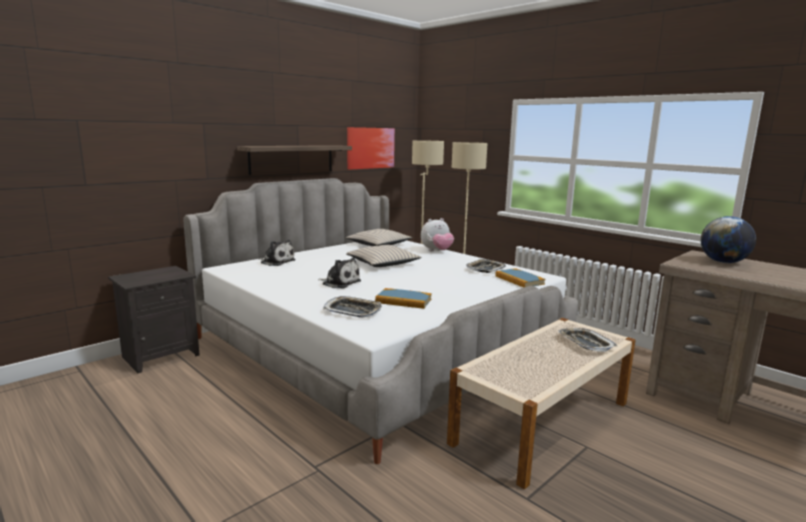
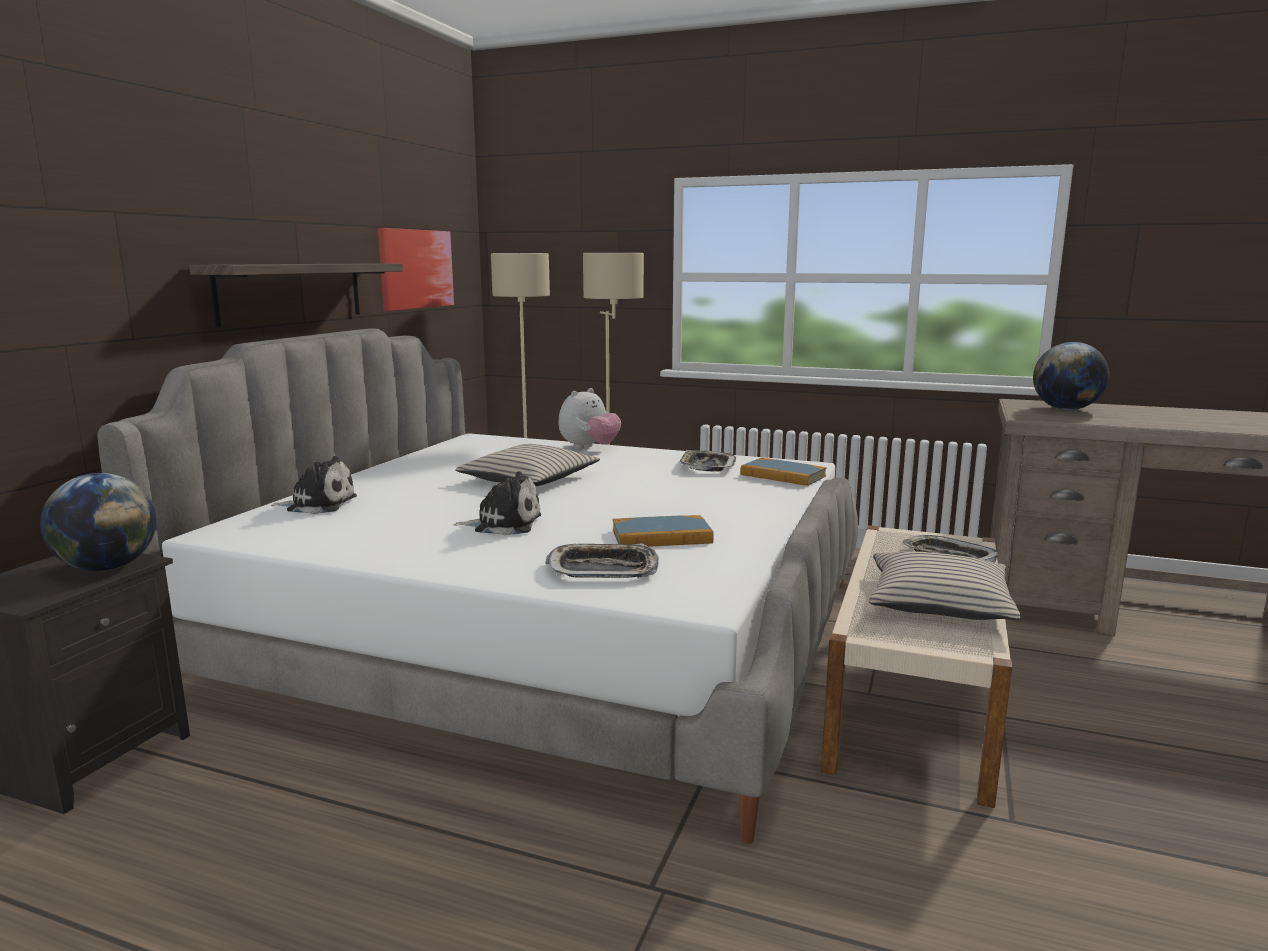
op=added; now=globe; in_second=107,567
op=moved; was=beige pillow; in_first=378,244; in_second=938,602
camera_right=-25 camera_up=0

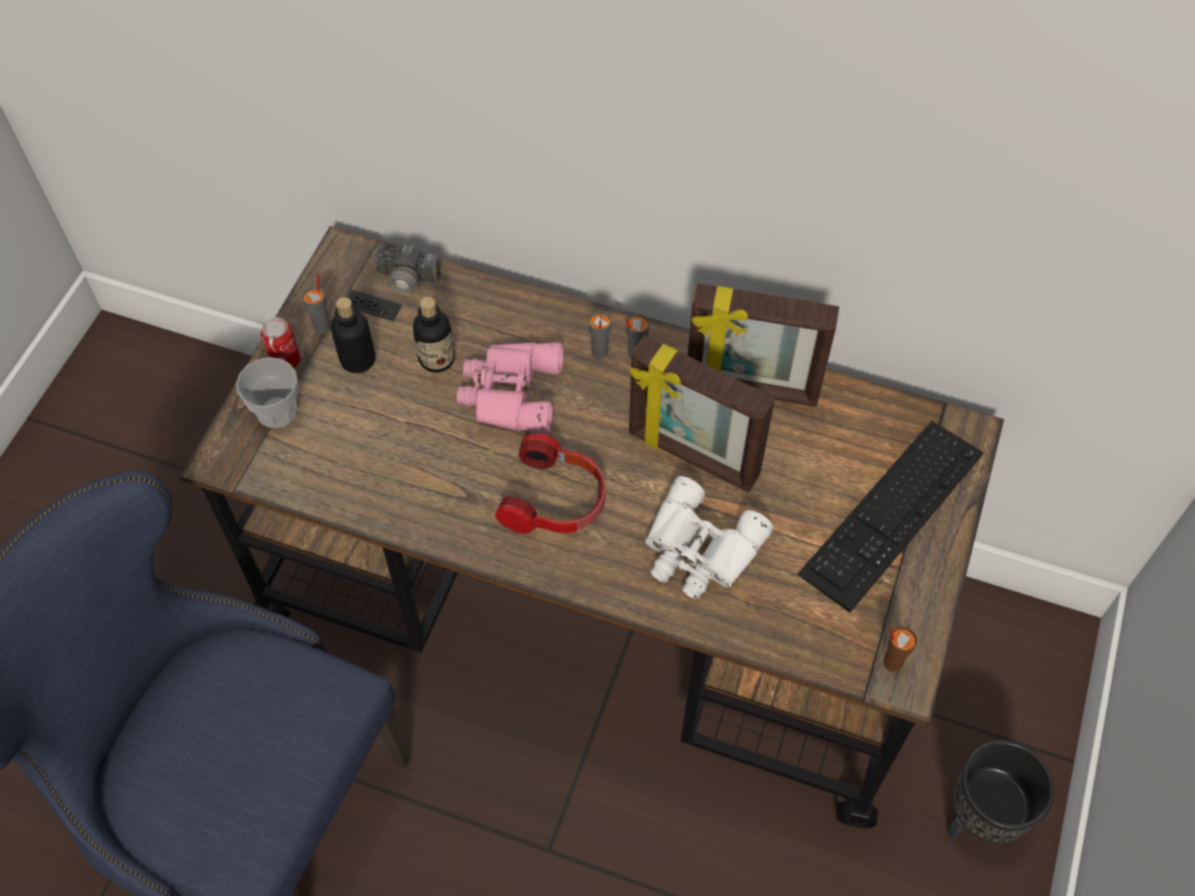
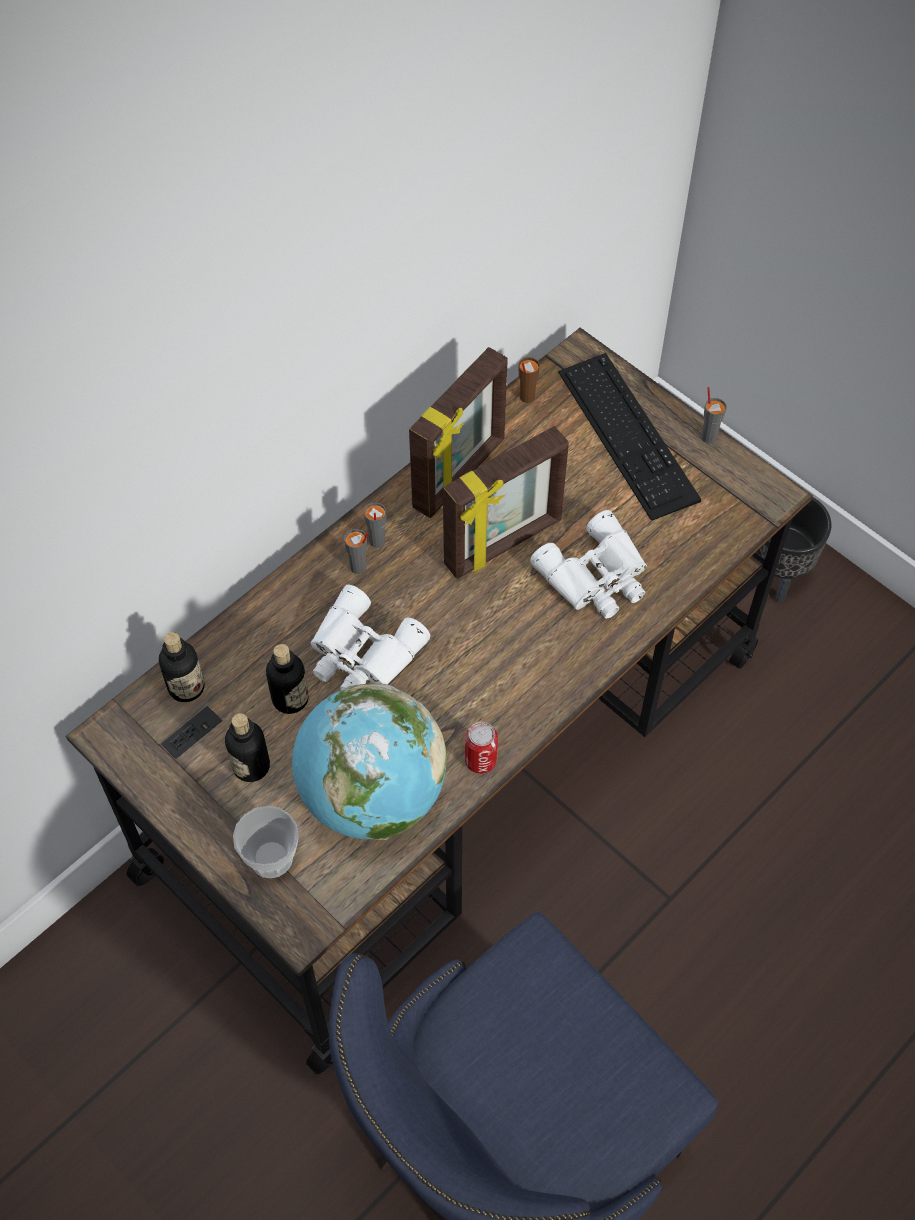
op=replaced; was=photo camera; now=bottle; in_first=412,282; in_second=186,687
op=added; now=globe; in_second=372,795
op=recoloured; was=pink binoculars; now=white binoculars; in_first=508,392; in_second=361,654
op=moved; was=can; in_first=285,361; in_second=480,760
op=moved; was=brown cup; in_first=891,662; in_second=526,397
op=moved; was=grey cup; in_first=323,327; in_second=708,437
op=removed; was=headphones; in_first=556,500
camera_right=-65 camera_up=0

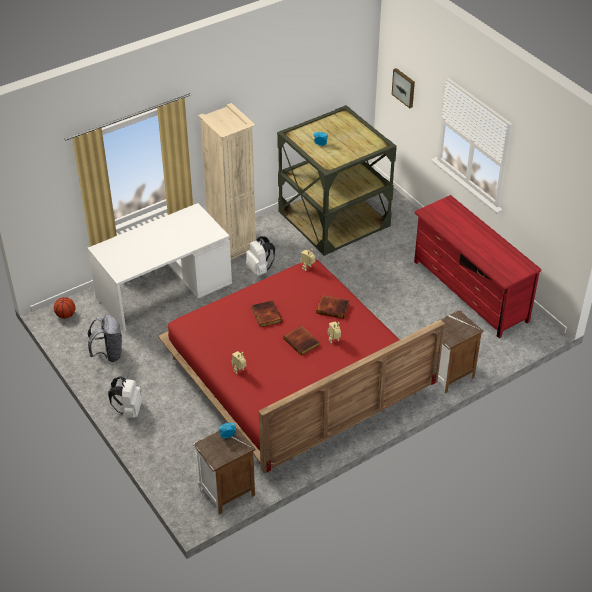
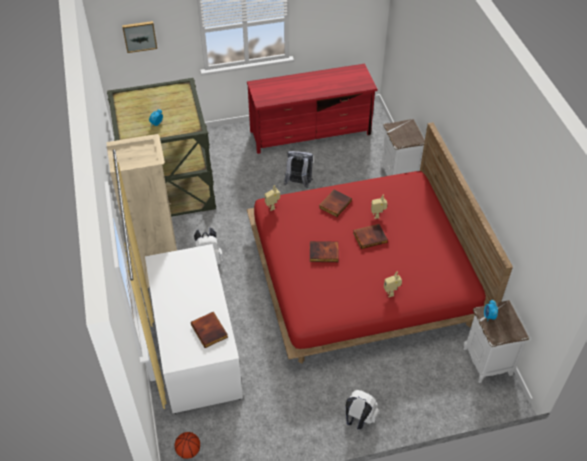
op=added; now=book; in_second=210,331
op=moved; was=grey backpack; in_first=108,354; in_second=298,183
camera_right=-70 camera_up=5

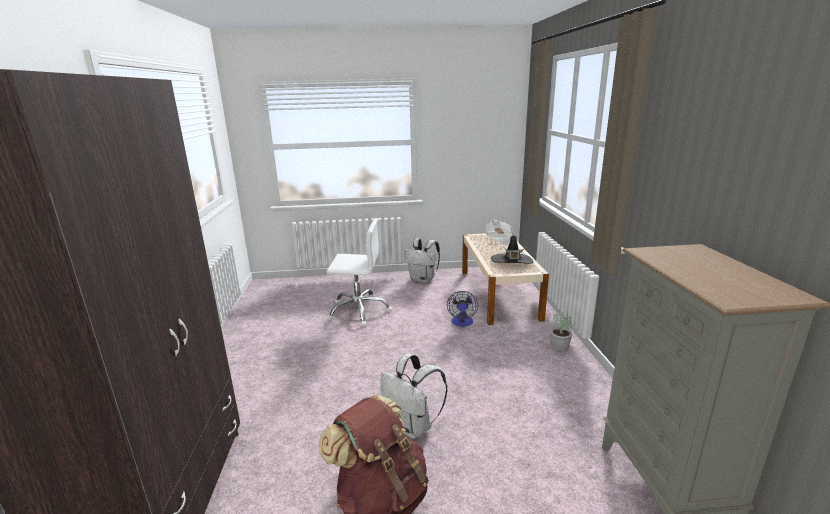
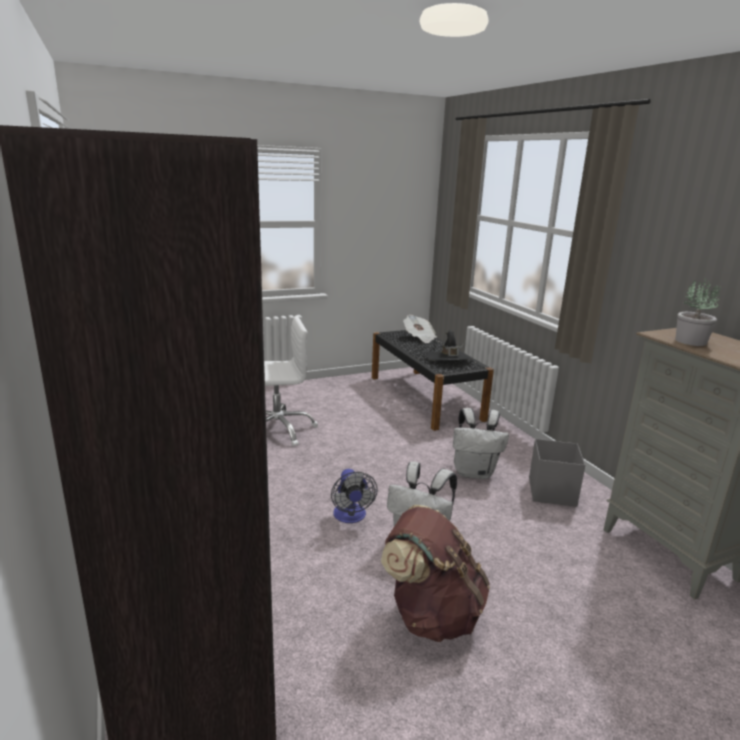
op=moved; was=fan; in_first=462,323; in_second=350,517
op=recoloured; was=beige bench; now=black bench; in_first=499,294; in_second=425,397
op=moved; was=white backpack; in_first=423,279; in_second=474,472
op=added; now=grey storage box; in_second=552,491
op=moved; was=potted plant; in_first=559,345; in_second=690,341
camera_right=-20 camera_up=0

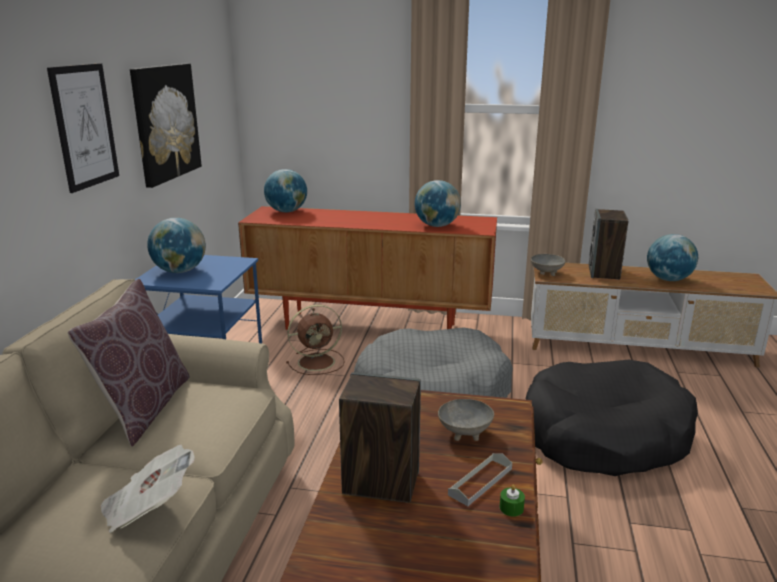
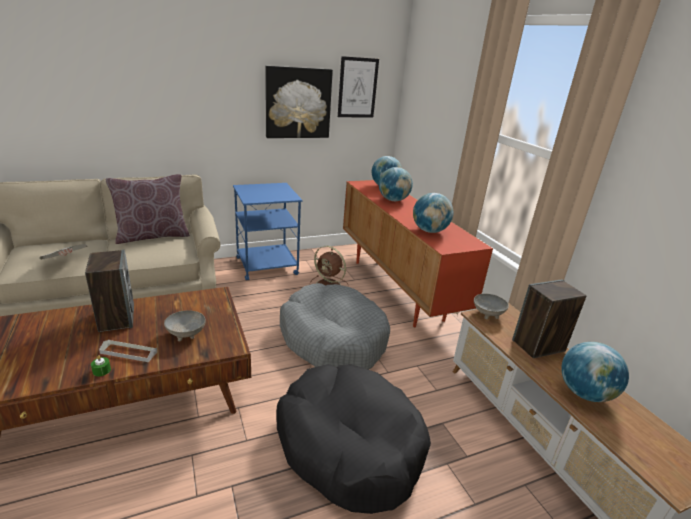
op=moved; was=picture; in_first=85,126; in_second=357,88
op=moved; was=globe; in_first=180,271; in_second=393,200
camera_right=55 camera_up=5

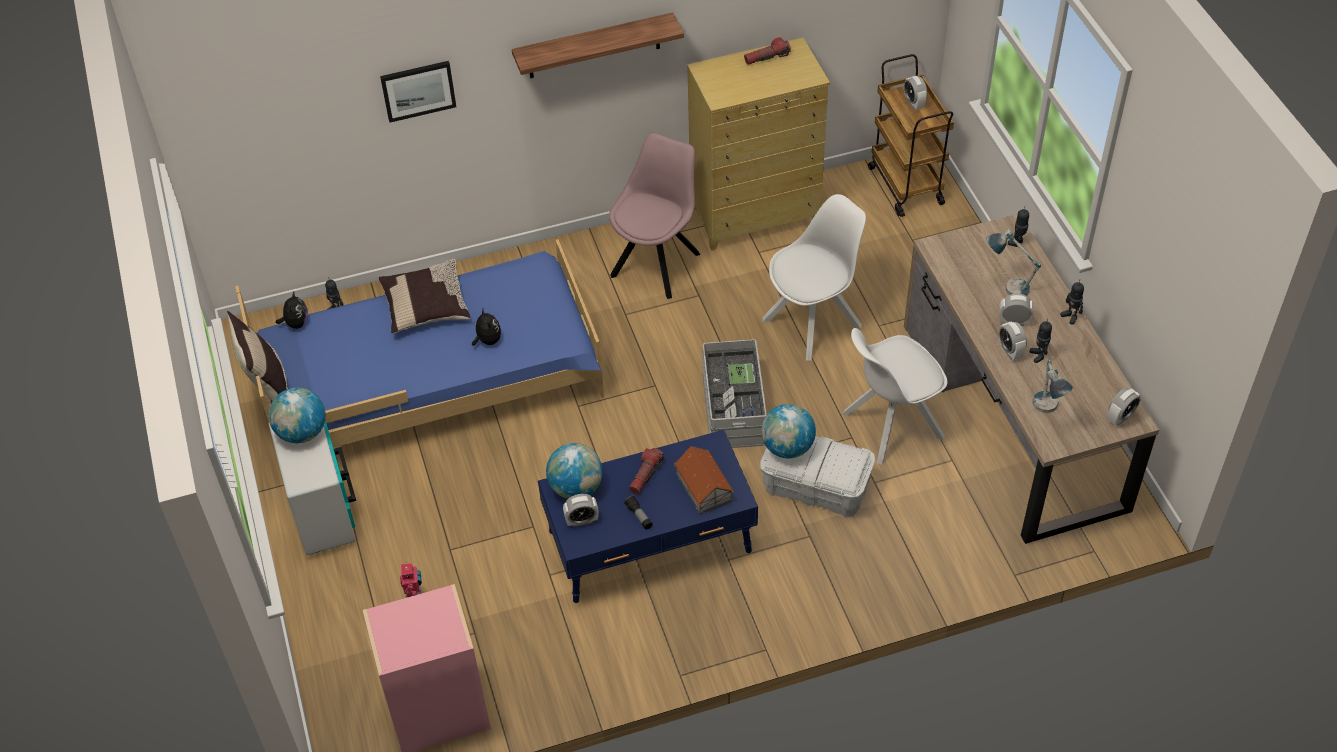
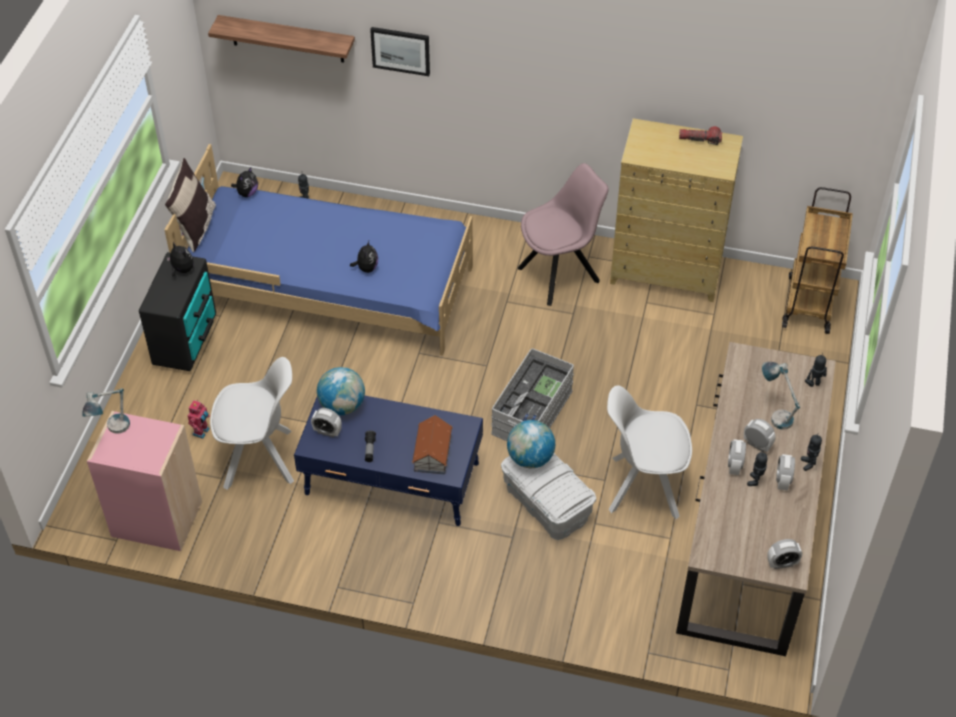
op=moved; was=table lamp; in_first=1047,412; in_second=112,431
op=recoloured; was=white nightstand; now=black nightstand; in_first=324,514; in_second=187,342
op=replaced; was=globe; now=plush toy; in_first=302,432; in_second=182,270
op=moved; was=shelf; in_first=594,46; in_second=287,39
op=moved; was=white chair; in_first=813,322; in_second=260,459
op=moved; was=alarm clock; in_first=914,103; in_second=782,481
op=removed; was=pillow; in_first=426,306
op=removed; was=flashlight; in_first=645,475
camera_right=30 camera_up=0

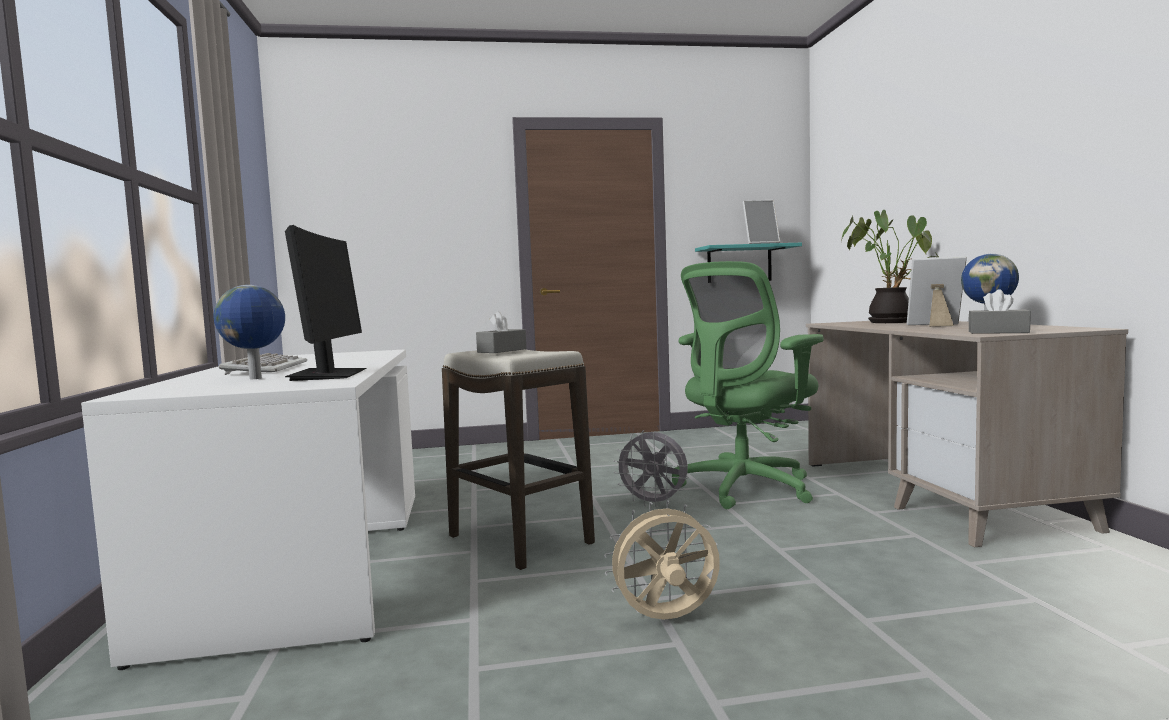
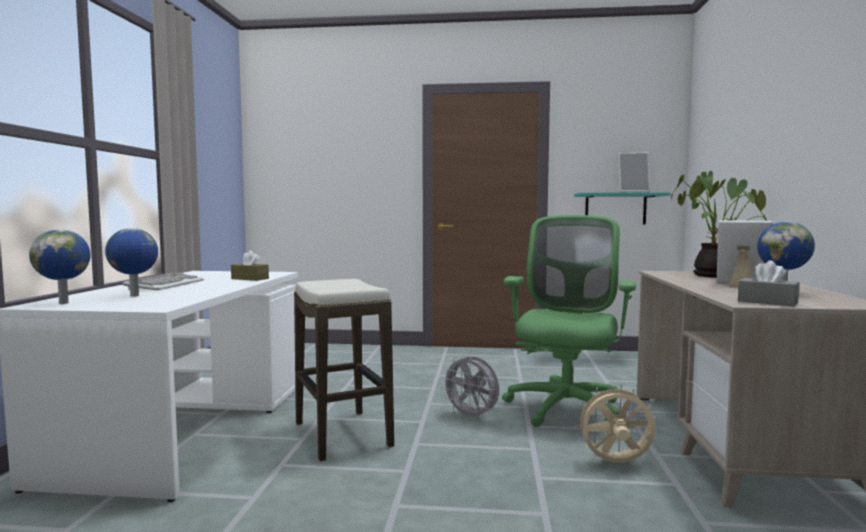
op=added; now=globe; in_second=65,303
op=added; now=brown tissue box; in_second=250,279
op=turned; was=green office chair; in_first=748,485; in_second=565,411; clockwise=135
op=moved; was=beige fan; in_first=667,620; in_second=615,463
op=removed; was=monitor; in_first=328,375
op=removed; was=grey tissue box; in_first=502,350
camera_right=15 camera_up=0

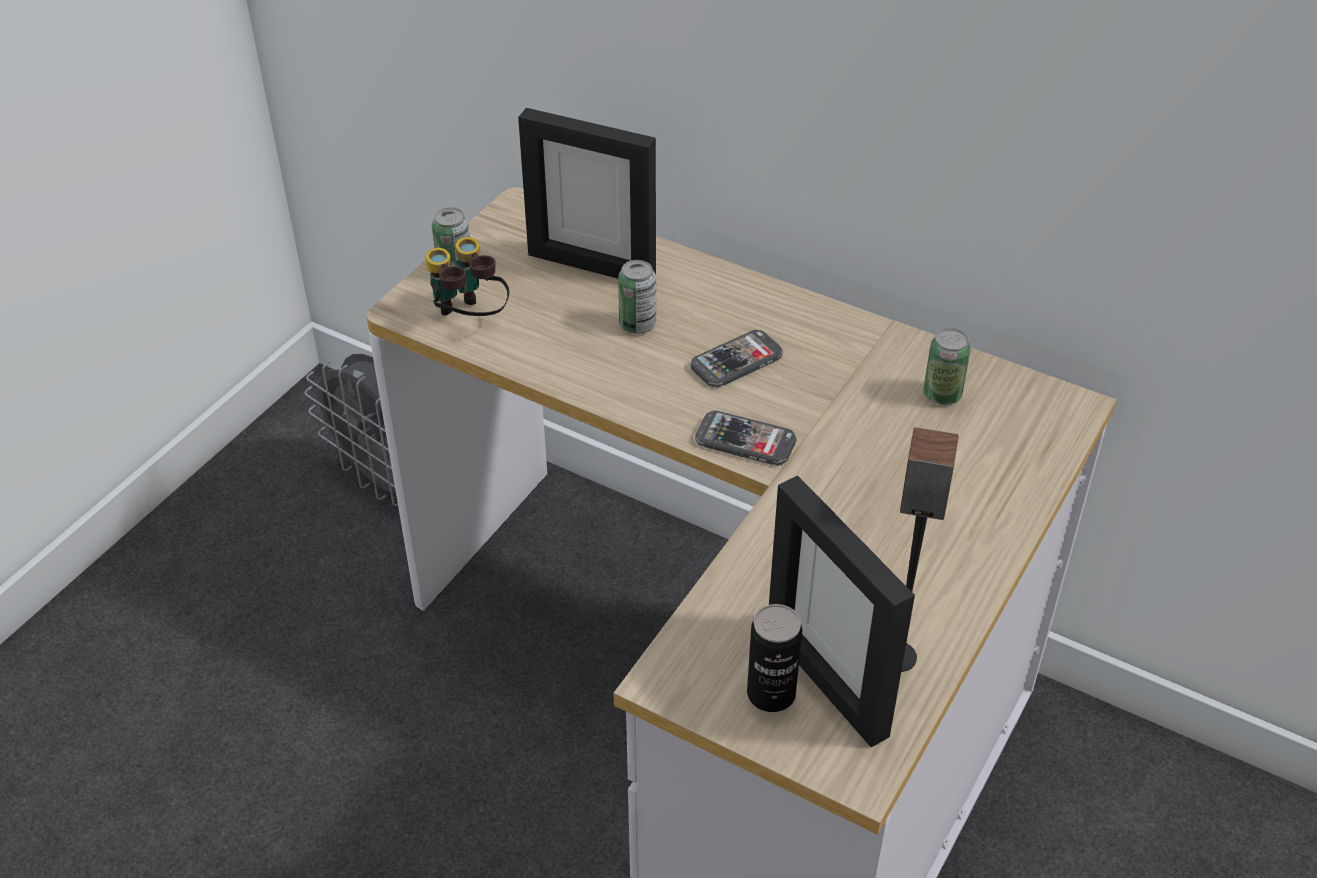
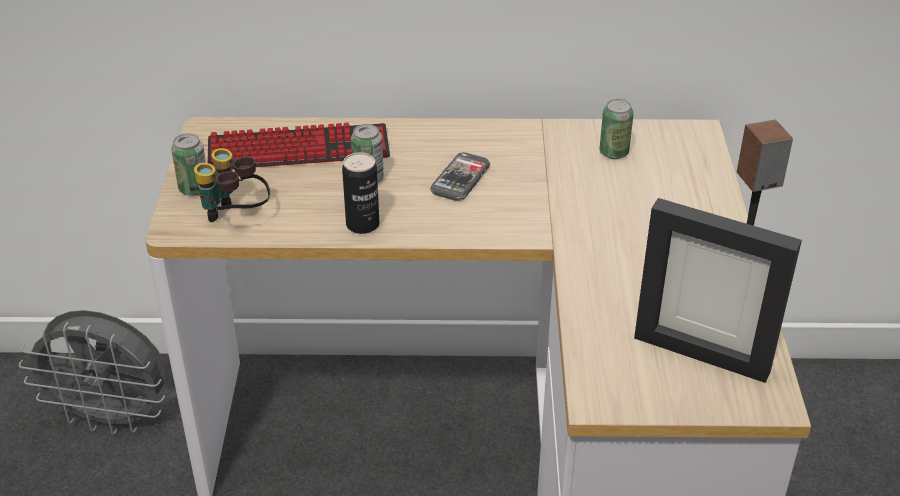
op=replaced; was=picture frame; now=keyboard; in_first=592,264; in_second=298,150
op=moved; was=can; in_first=771,694; in_second=362,225
op=removed; was=phone; in_first=745,441
camera_right=-30 camera_up=-5

